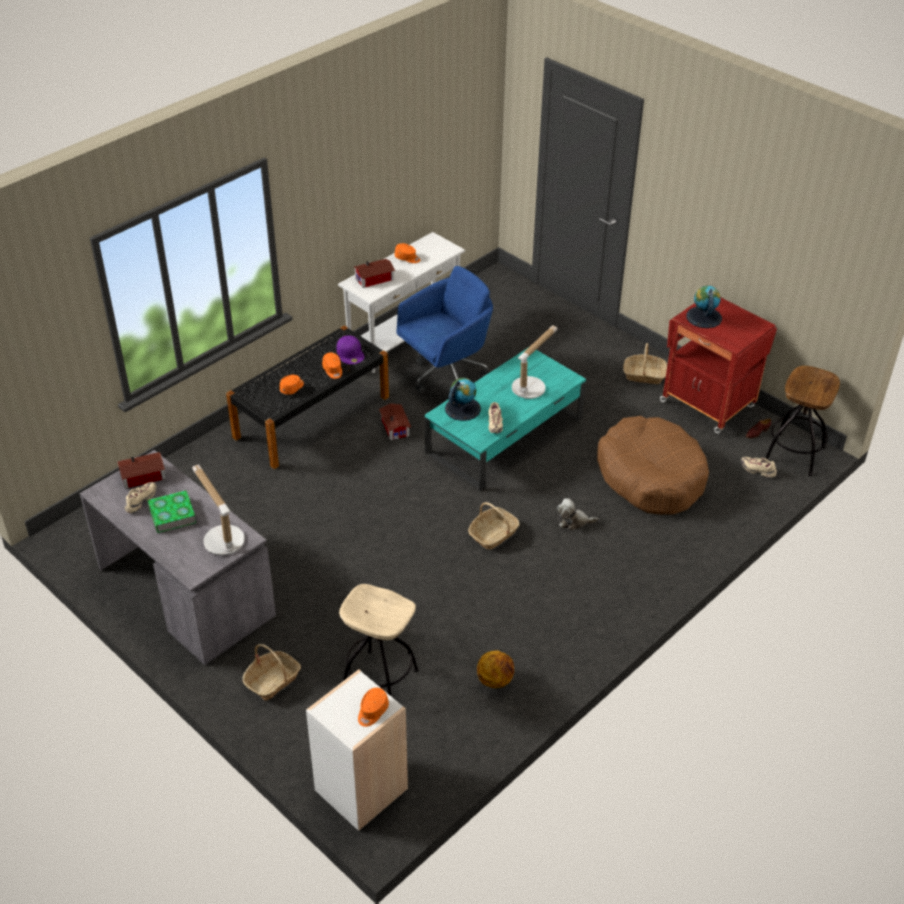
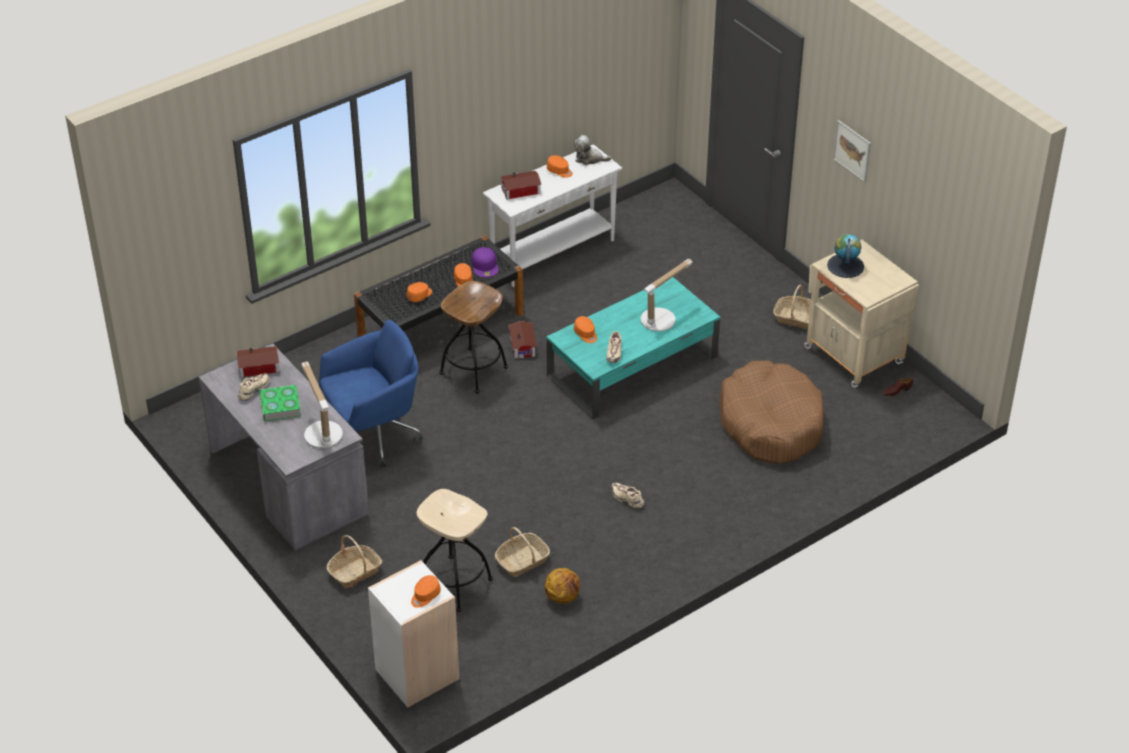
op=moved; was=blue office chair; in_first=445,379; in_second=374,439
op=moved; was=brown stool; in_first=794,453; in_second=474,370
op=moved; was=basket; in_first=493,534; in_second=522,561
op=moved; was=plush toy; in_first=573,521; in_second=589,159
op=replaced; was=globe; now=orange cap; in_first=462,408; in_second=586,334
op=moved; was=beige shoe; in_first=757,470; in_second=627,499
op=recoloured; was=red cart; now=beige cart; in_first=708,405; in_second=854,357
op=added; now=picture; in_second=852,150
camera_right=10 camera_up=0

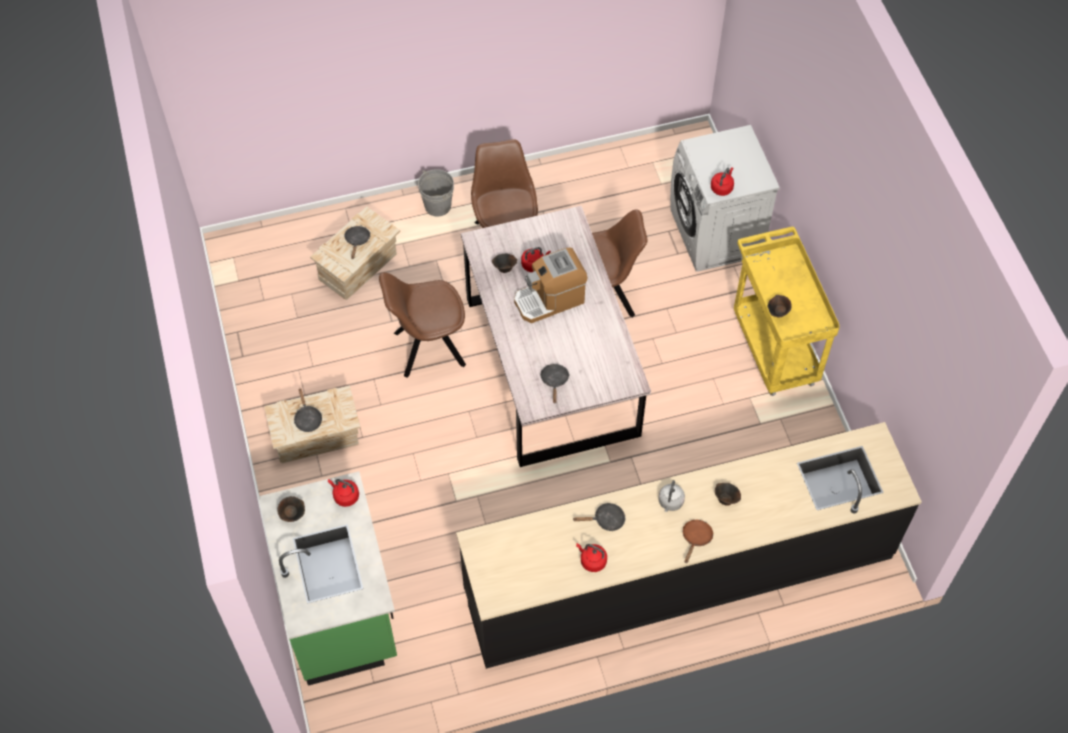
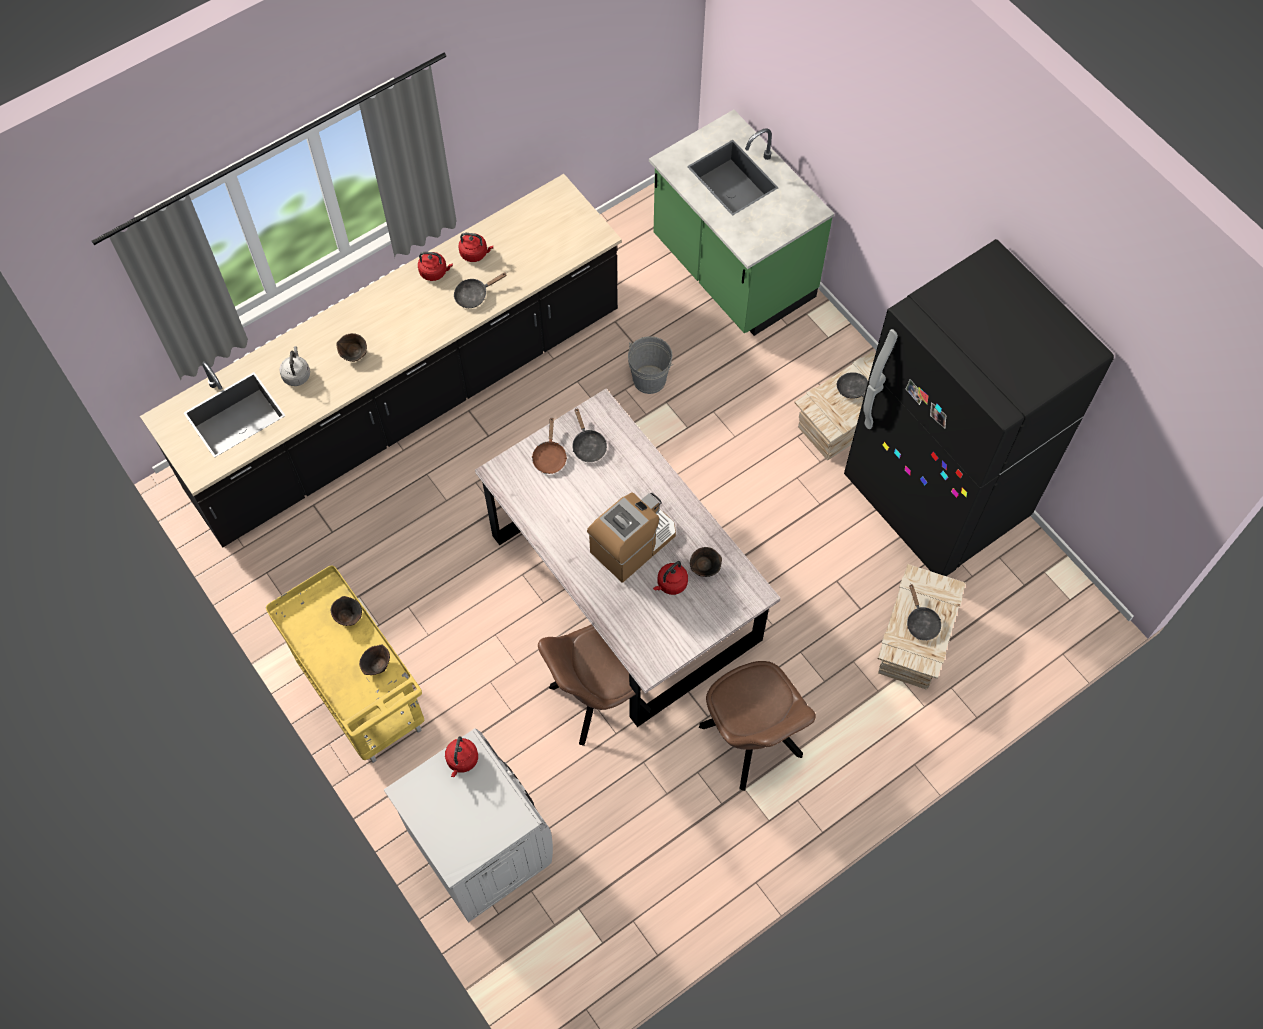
op=moved; was=grey kettle; in_first=670,502; in_second=296,374
op=moved; was=brown bowl; in_first=292,514; in_second=377,666
op=moved; was=red kettle; in_first=345,496; in_second=435,272
op=moved; was=brown frying pan; in_first=696,538; in_second=549,456
op=moved; was=grey bucket; in_first=437,205; in_second=649,379
op=added; now=black fridge; in_second=935,498
op=removed; was=brown chair; in_first=428,348
camera_right=160 camera_up=5

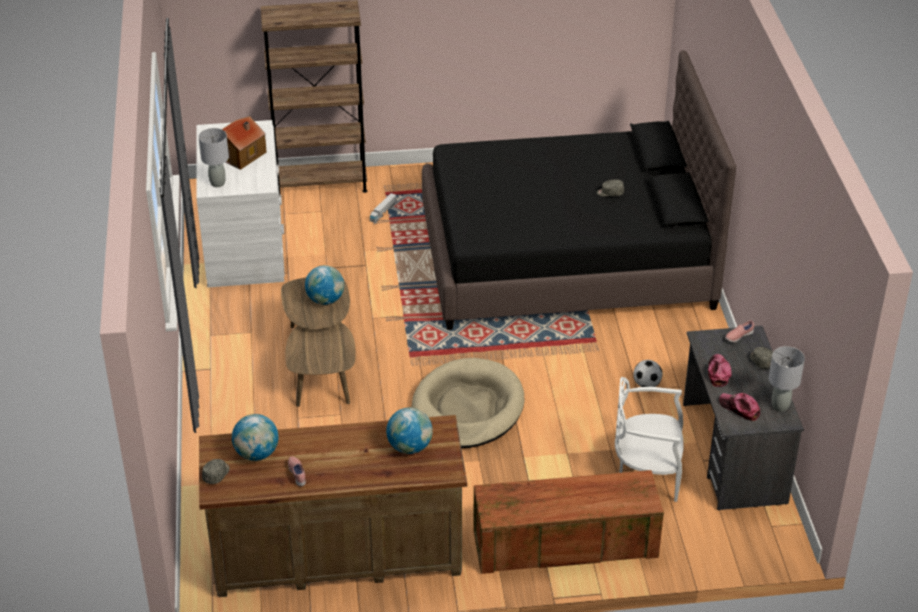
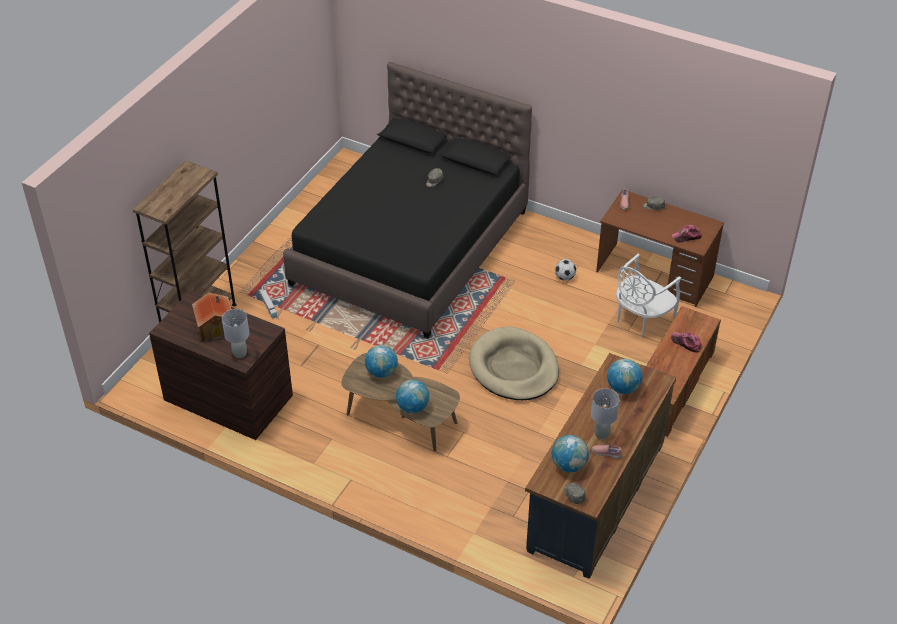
op=recoloured; was=white dresser; now=brown dresser; in_first=244,246; in_second=228,397
op=added; now=globe; in_second=412,407
op=moved; was=grey table lamp; in_first=779,406; in_second=601,434
op=recoloured; was=grey desk; now=brown desk; in_first=733,453; in_second=654,275
op=moved; was=cap; in_first=718,372; in_second=686,343
camera_right=-55 camera_up=5

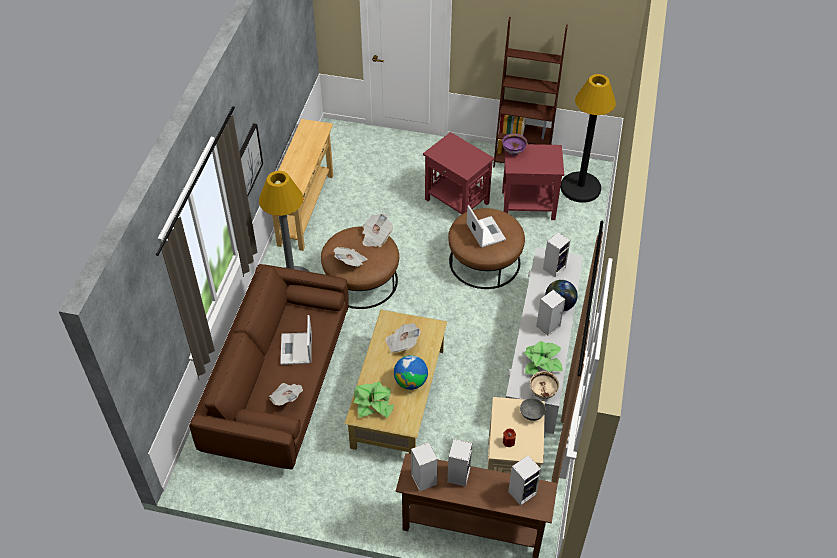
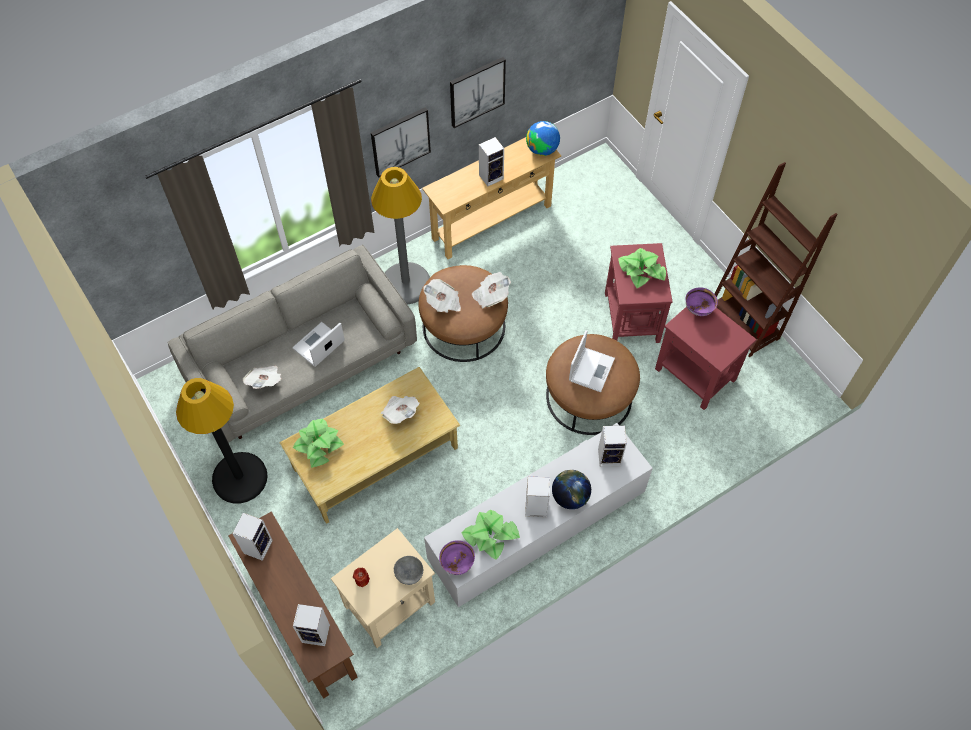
op=recoloured; was=brown sofa; now=grey sofa; in_first=279,384; in_second=302,364
op=moved; was=black floor lamp; in_first=580,188; in_second=240,478
op=recoloured; was=beige bowl; now=purple bowl; in_first=543,393; in_second=457,564
op=added; now=picture; in_second=476,91
op=moved; was=speaker; in_first=458,474; in_second=491,176
op=moved; was=globe; in_first=411,382; in_second=542,150
op=added; now=potted plant; in_second=641,271
camera_right=45 camera_up=10

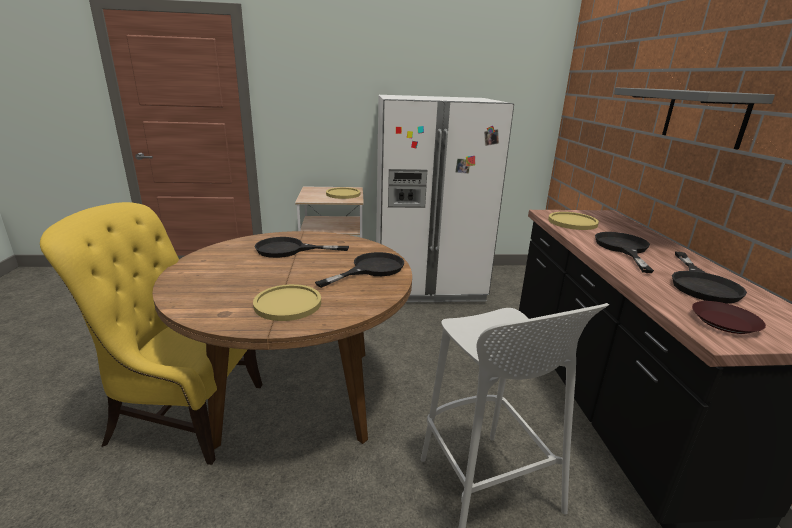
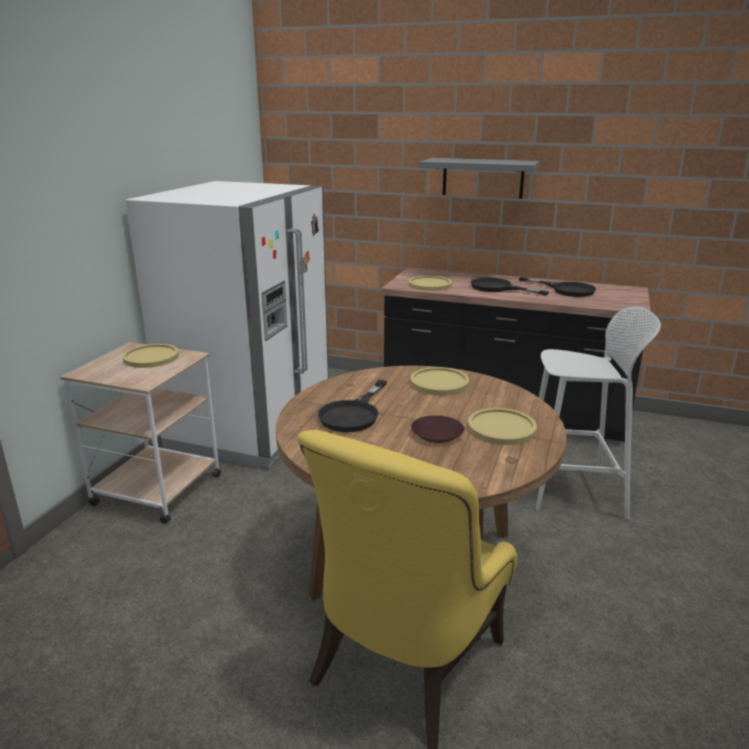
op=replaced; was=black frying pan; now=yellow plate; in_first=371,269; in_second=439,383
op=moved; was=brown plate; in_first=724,322; in_second=436,433
camera_right=-65 camera_up=0

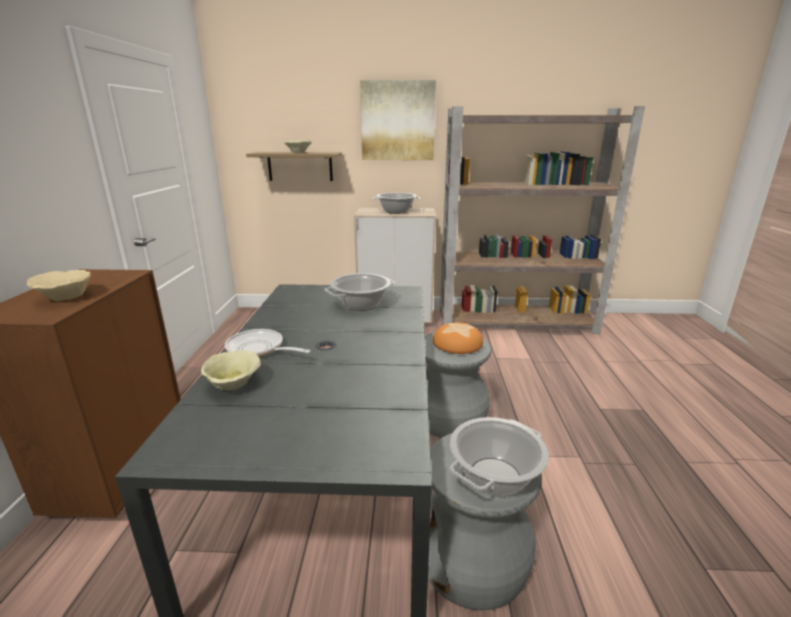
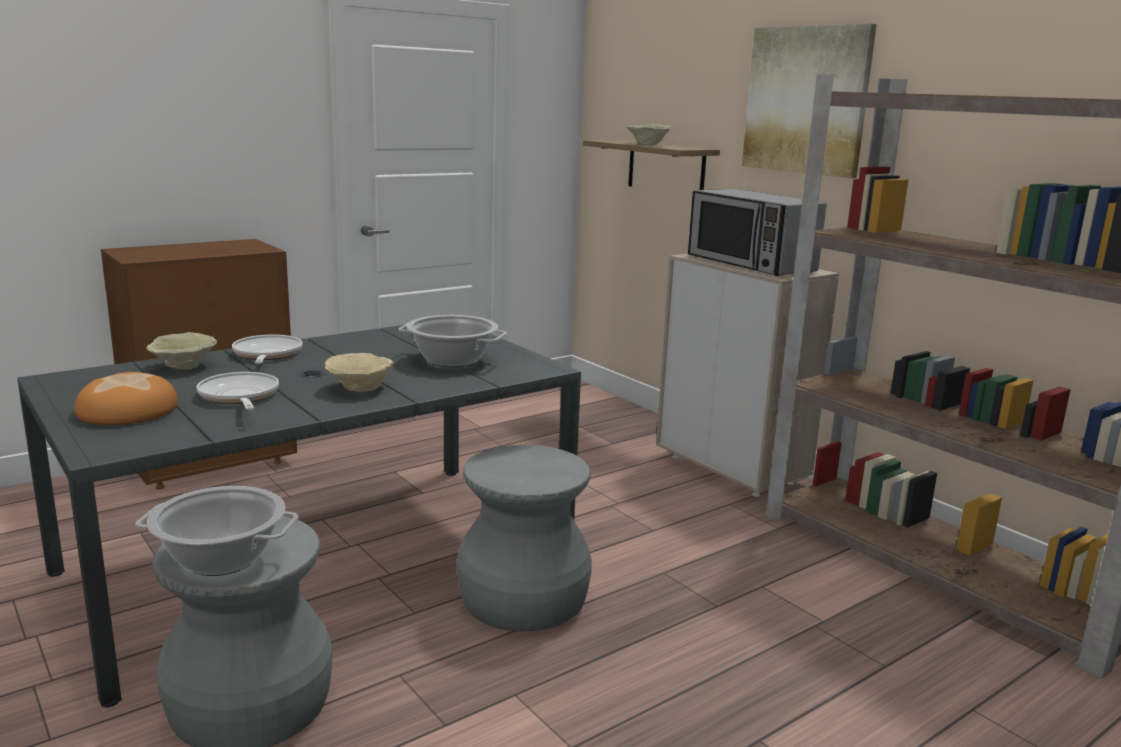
op=moved; was=bread; in_first=457,343; in_second=127,410
op=added; now=frying pan; in_second=239,397
op=moved; was=beige bowl; in_first=66,297; in_second=360,388
op=replaced; was=cooking pot; now=microwave; in_first=396,211; in_second=750,264
camera_right=50 camera_up=-5

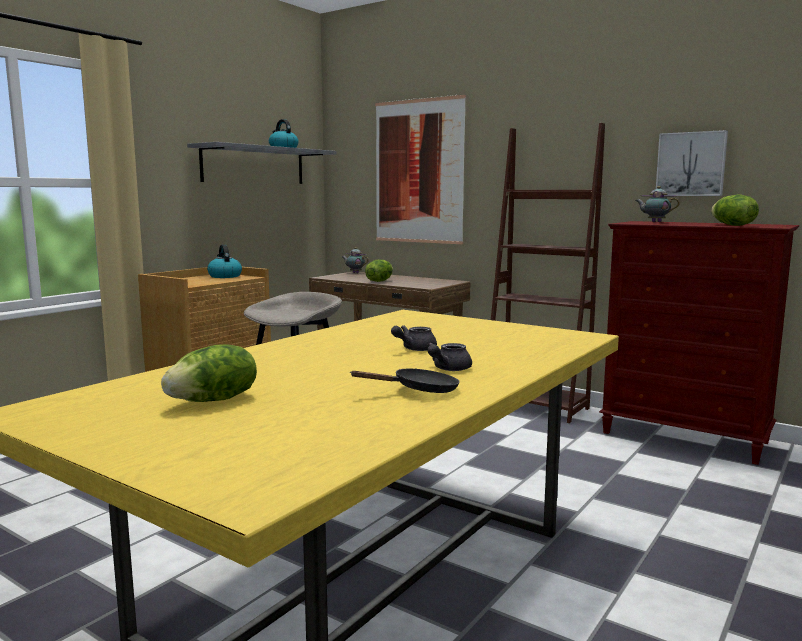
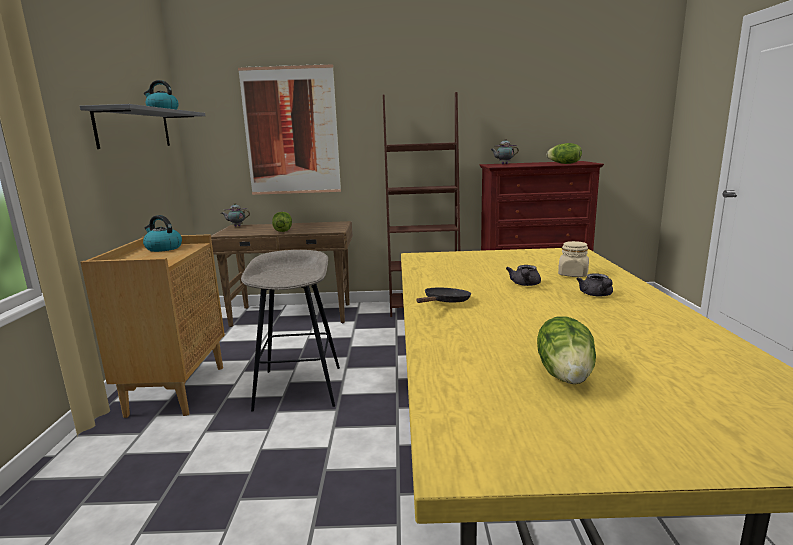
op=moved; was=black frying pan; in_first=419,390; in_second=445,302
op=added; now=beige jar; in_second=573,274
op=removed; was=picture; in_first=691,164
camera_right=-35 camera_up=5

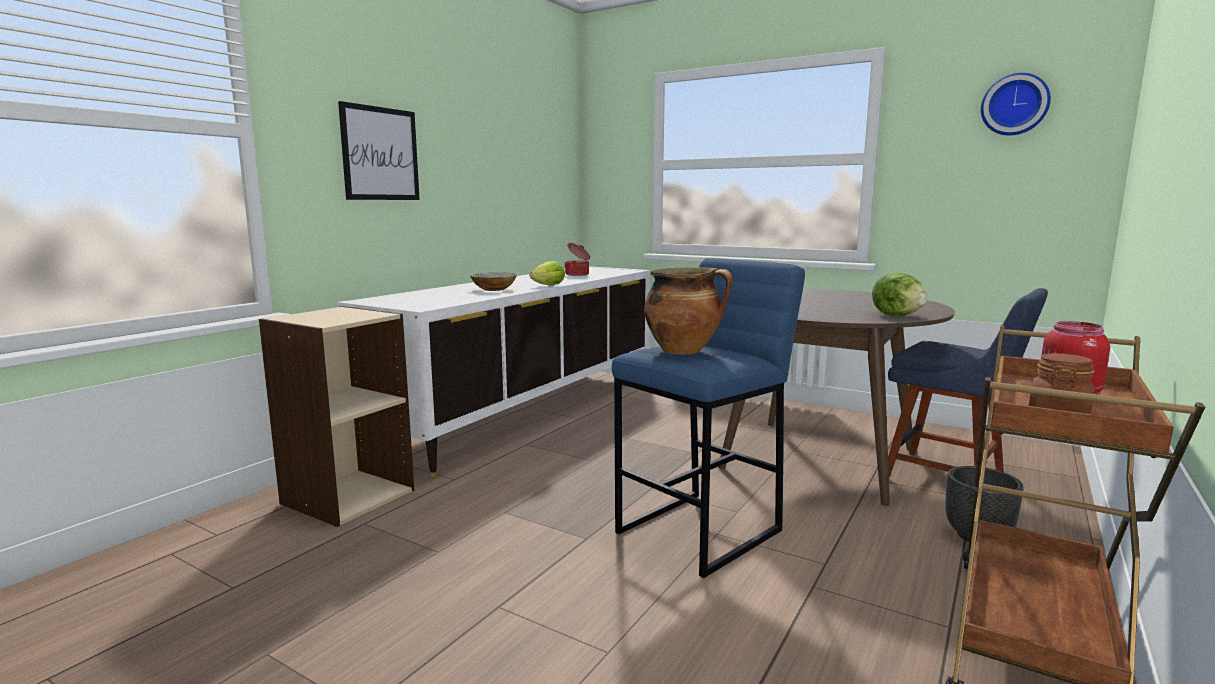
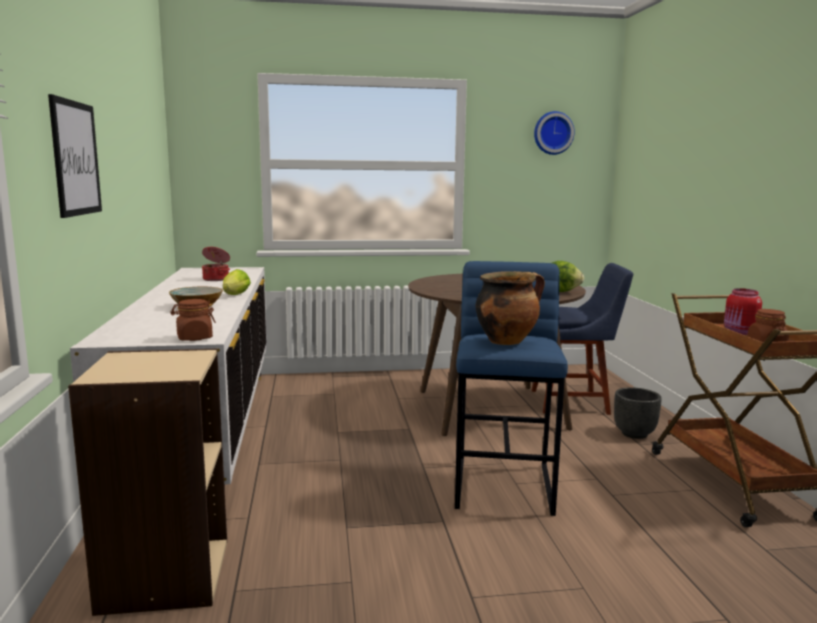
op=added; now=brown jar; in_second=194,338
camera_right=-40 camera_up=0

